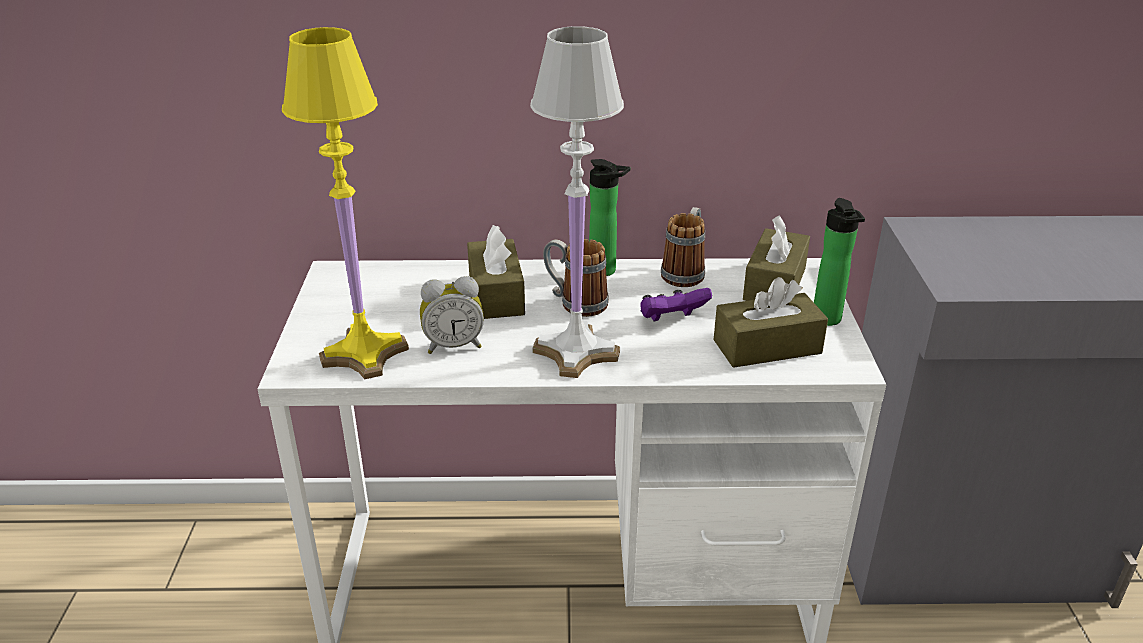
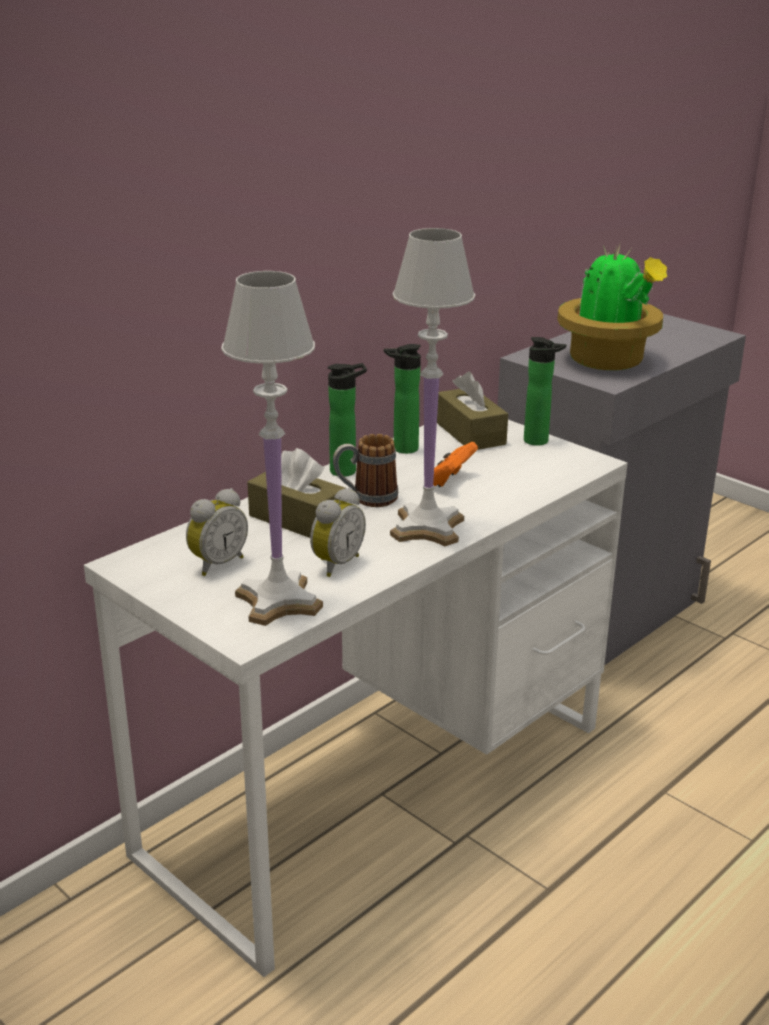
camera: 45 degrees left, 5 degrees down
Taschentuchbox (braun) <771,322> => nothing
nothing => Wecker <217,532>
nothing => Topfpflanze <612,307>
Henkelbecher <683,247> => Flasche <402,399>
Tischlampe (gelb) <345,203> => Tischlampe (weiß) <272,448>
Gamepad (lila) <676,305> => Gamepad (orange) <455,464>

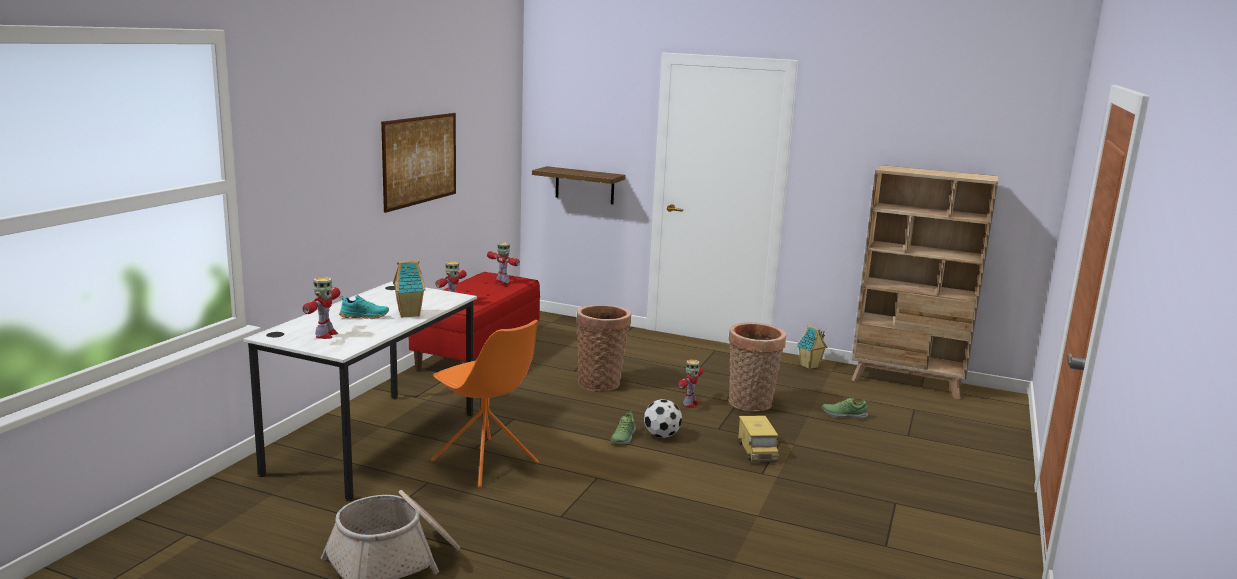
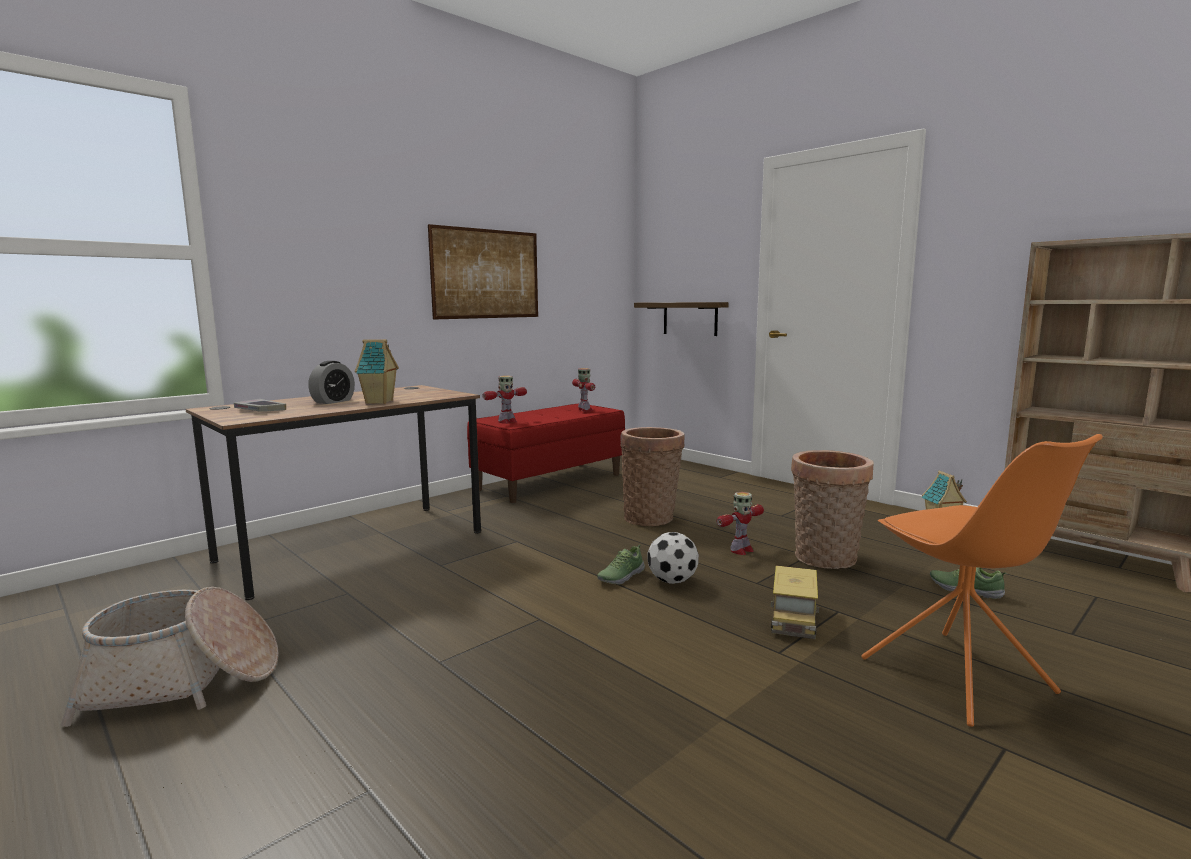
camera: 25 degrees right, 5 degrees down
Stuhl (orange) <484,404> => Stuhl (orange) <982,580>, moved
Spielzeugroboter <321,308> => Buch <260,405>
Schuh (türkis) <364,307> => Wecker <331,382>
Schreibtisch (weiß) <360,391> => Schreibtisch (braun) <333,492>

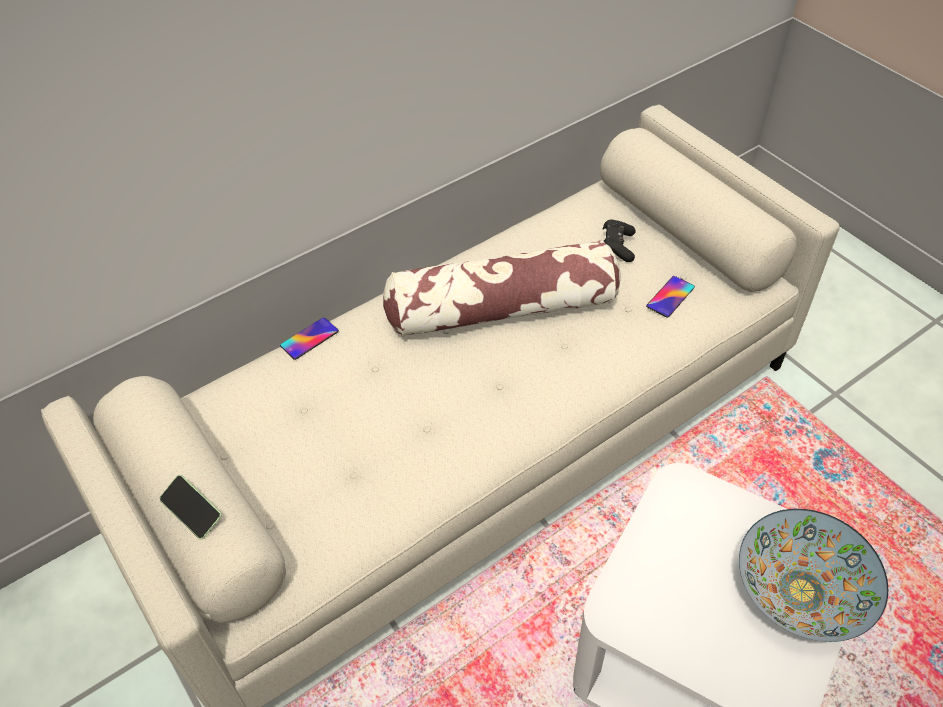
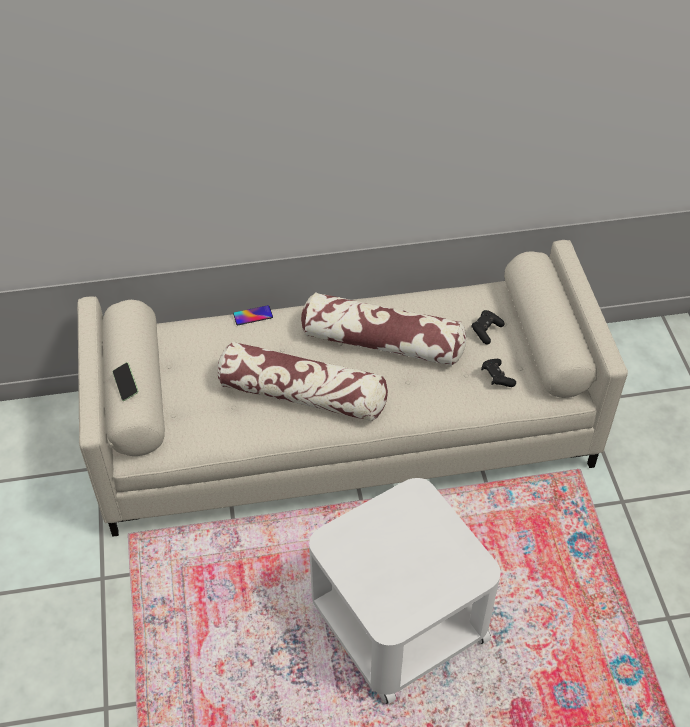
camera: 25 degrees right, 0 degrees up
Schüssel <813,575> => nothing
nothing => Kissen <302,381>
Handy <670,297> => Gamepad (schwarz) <498,373>

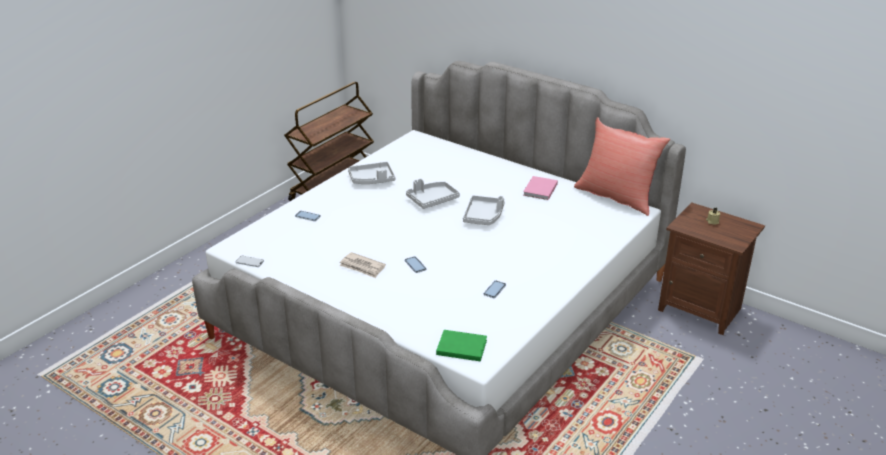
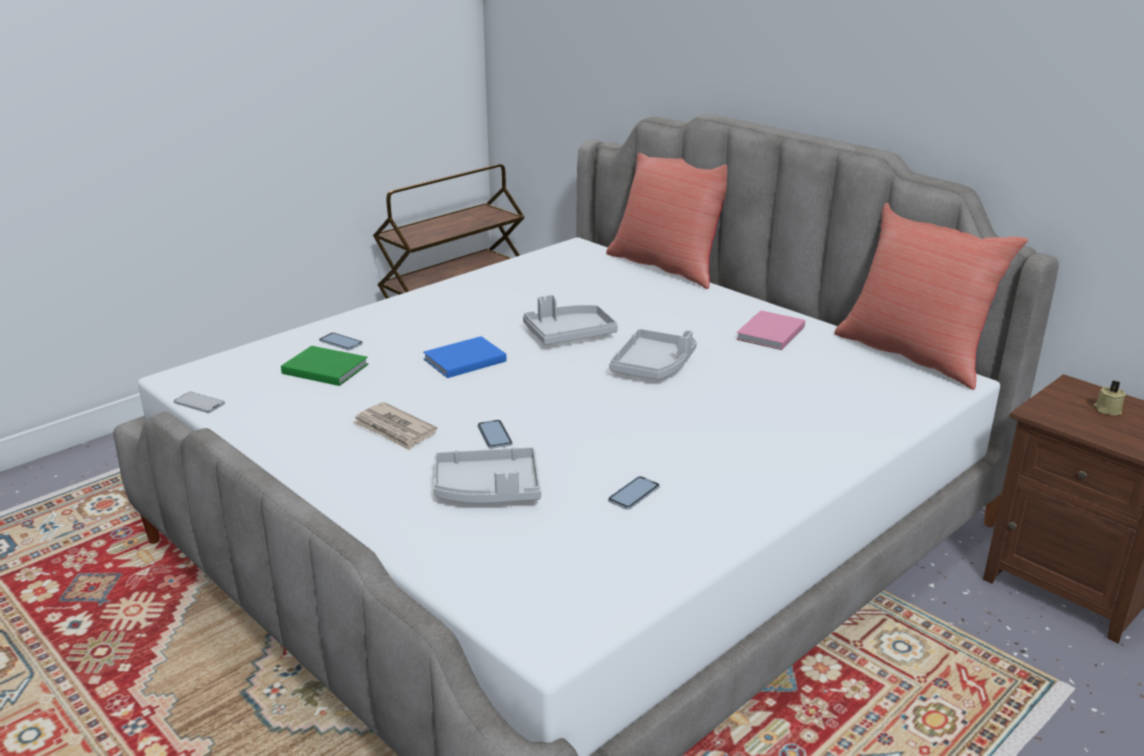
camera: 10 degrees right, 5 degrees down
nothing => Buch (blau) <465,357>
nothing => Kissen (rot) <666,220>
Tablett (grau) <371,173> => Tablett (grau) <487,475>, moved
Buch (grün) <461,346> => Buch (grün) <324,366>, moved

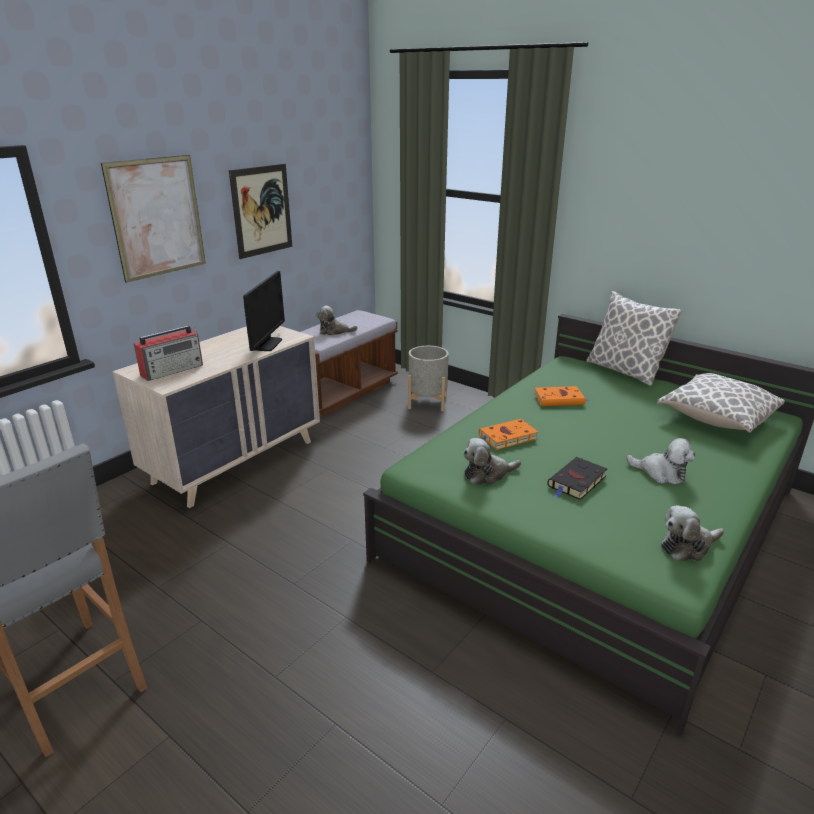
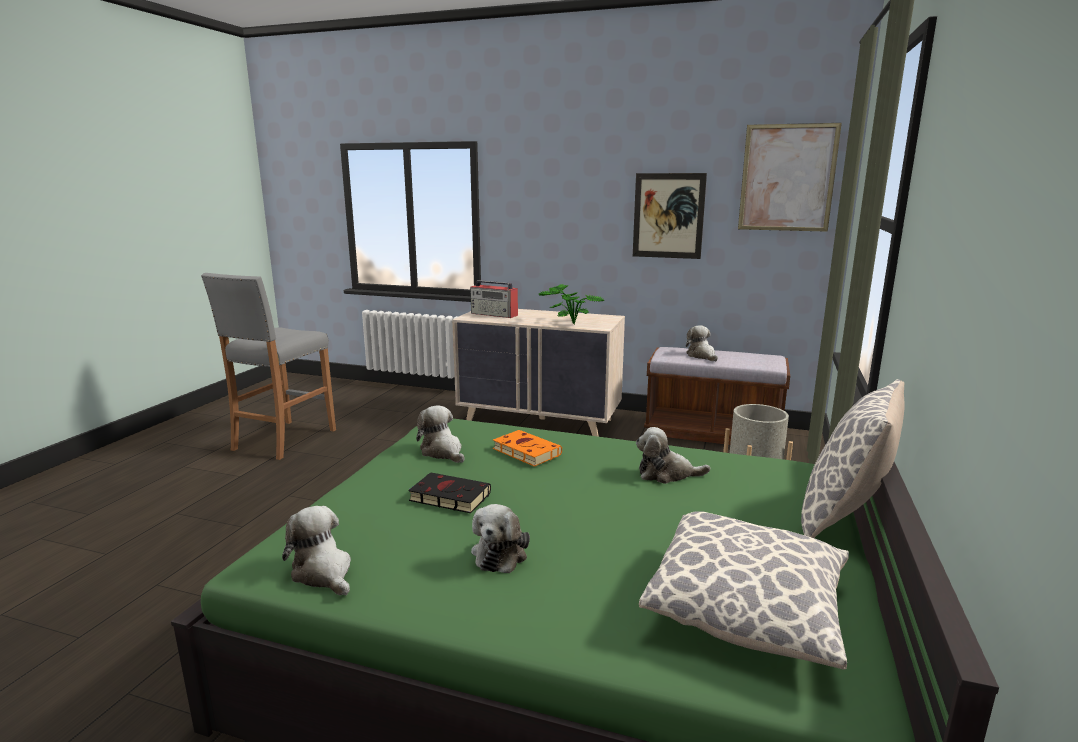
camera: 70 degrees right, 10 degrees down
Bild <153,219> => Bild <790,177>, moved
Monitor <264,311> => Topfpflanze <571,304>
Buch (orange) <562,396> => Plüschtier <673,455>

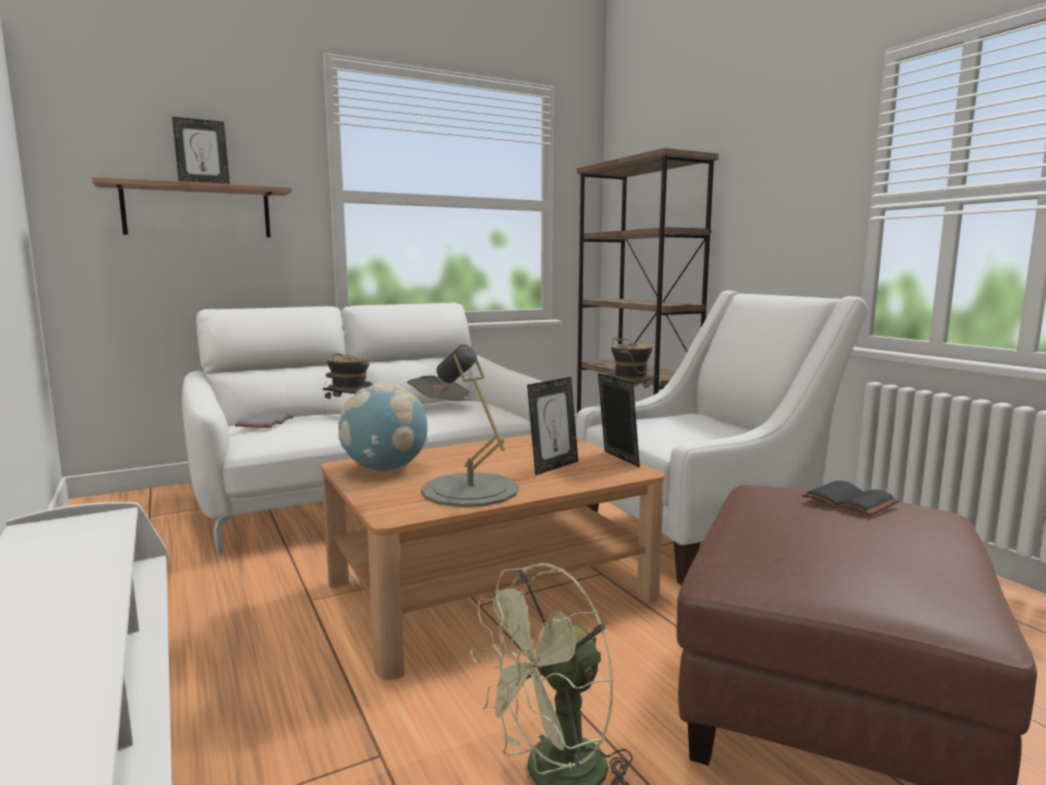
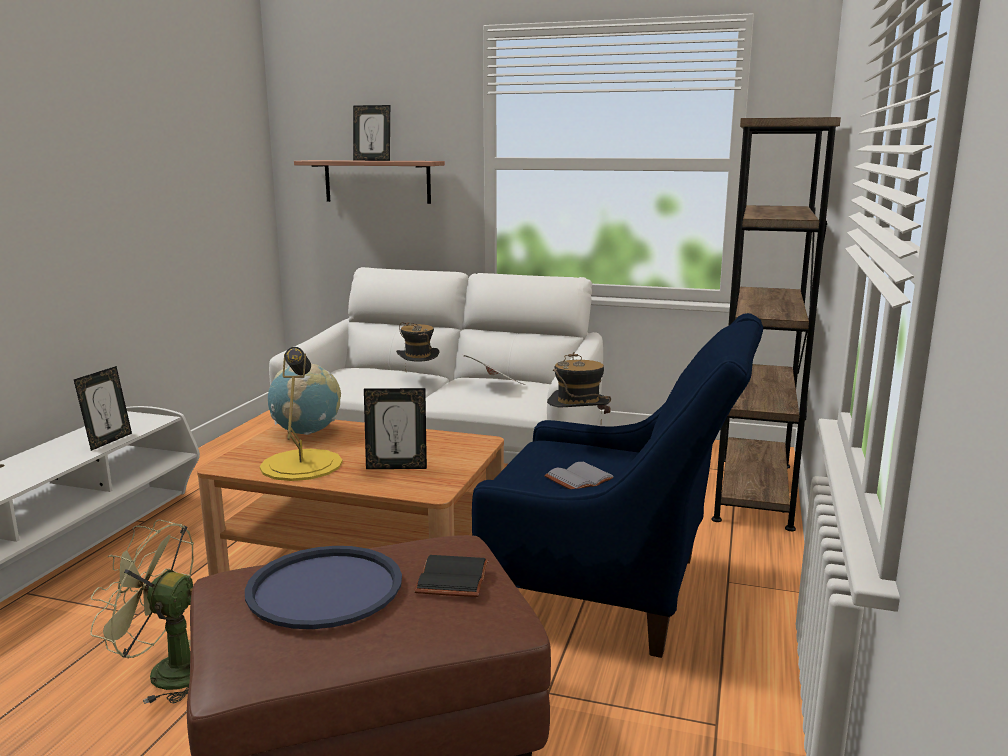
camera: 45 degrees right, 5 degrees up
nothing => Tablett (blau) <323,587>
Buch (grau) <264,420> => Buch (grau) <579,475>, moved
Bilderrahmen <619,420> => Bilderrahmen <103,408>, moved
Tischlampe (grau) <470,426> => Tischlampe (gelb) <301,414>
Sessel (weiß) <722,438> => Sessel (blau) <617,485>

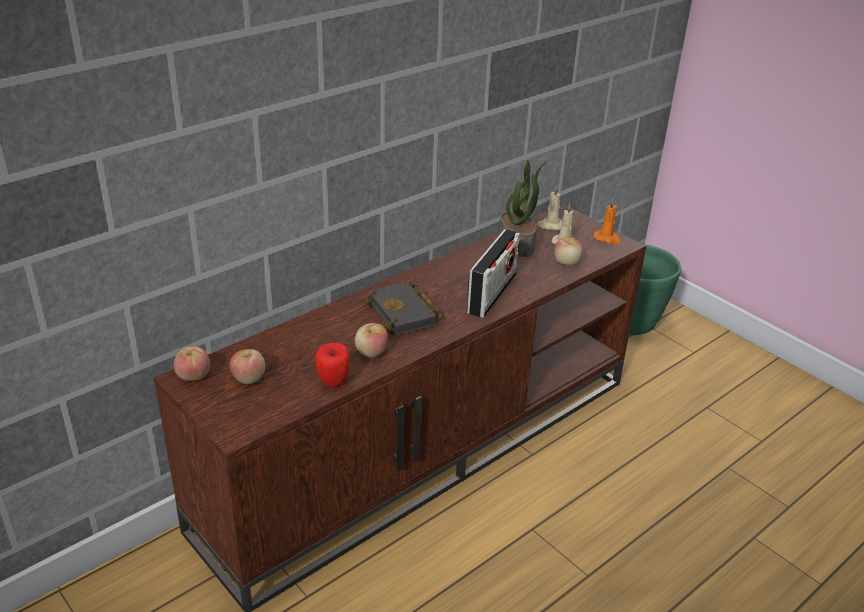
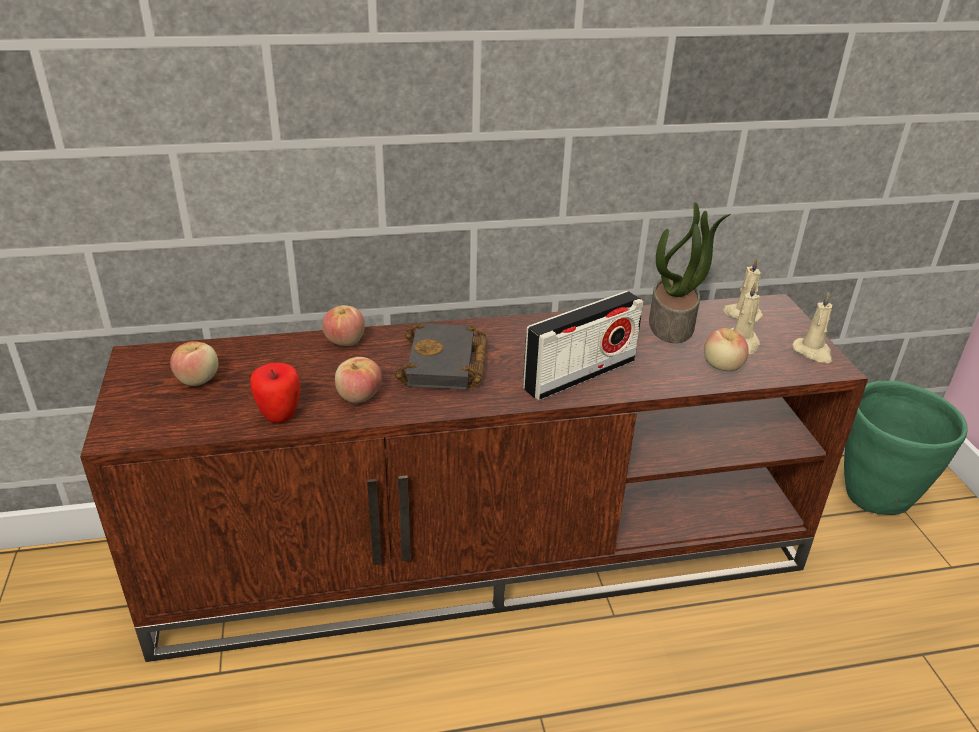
camera: 30 degrees right, 0 degrees up
Apfel <192,363> => Apfel <343,325>, moved
Kerze (orange) <607,221> => Kerze (beige) <812,327>

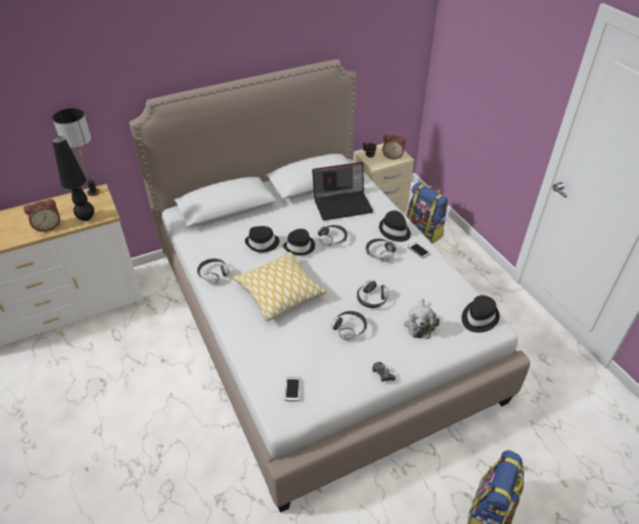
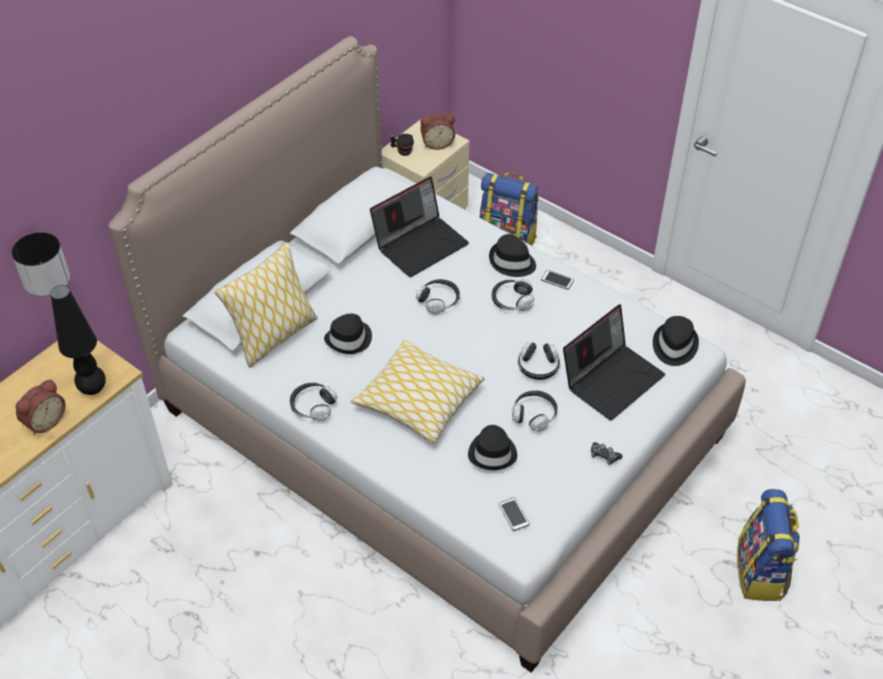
camera: 25 degrees left, 5 degrees up
nothing => Kissen <266,304>
Hut (schwarz) <299,242> => Hut (schwarz) <492,447>, moved
Plüschtier <422,319> => Laptop <614,362>

